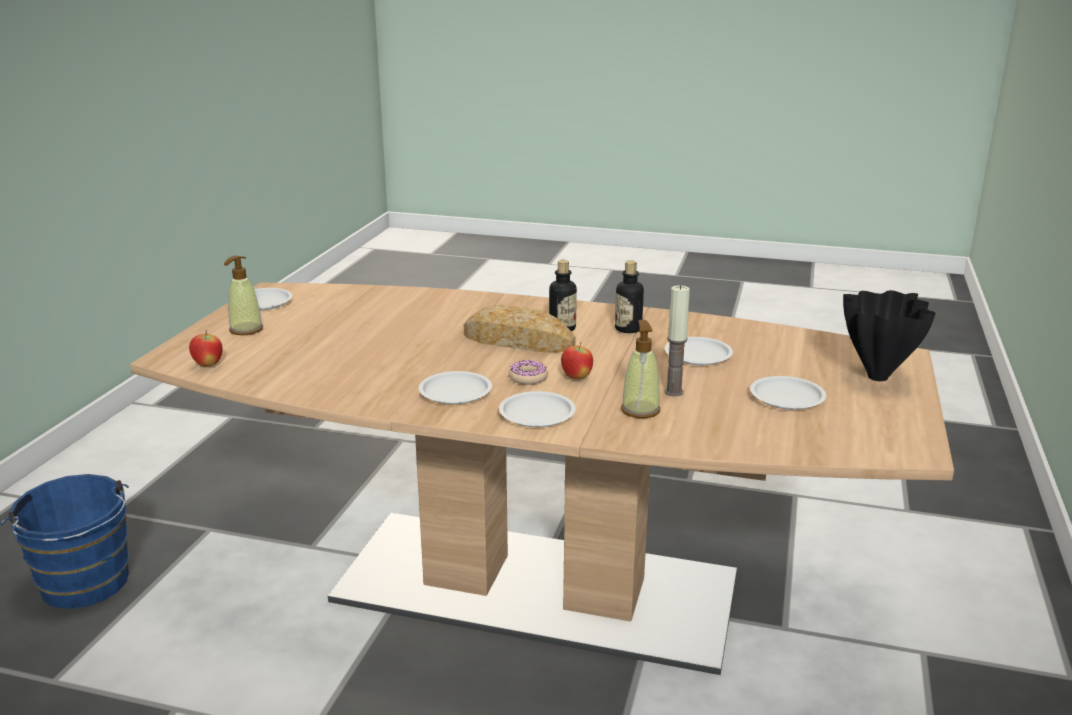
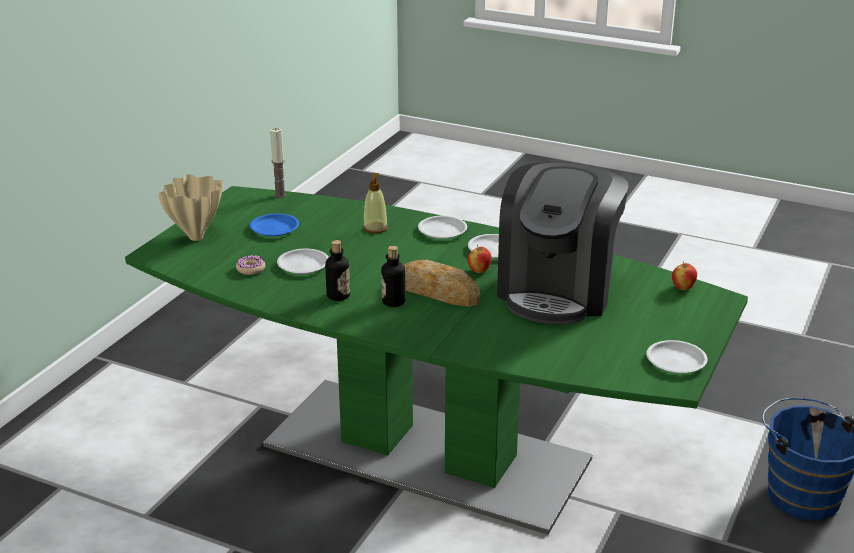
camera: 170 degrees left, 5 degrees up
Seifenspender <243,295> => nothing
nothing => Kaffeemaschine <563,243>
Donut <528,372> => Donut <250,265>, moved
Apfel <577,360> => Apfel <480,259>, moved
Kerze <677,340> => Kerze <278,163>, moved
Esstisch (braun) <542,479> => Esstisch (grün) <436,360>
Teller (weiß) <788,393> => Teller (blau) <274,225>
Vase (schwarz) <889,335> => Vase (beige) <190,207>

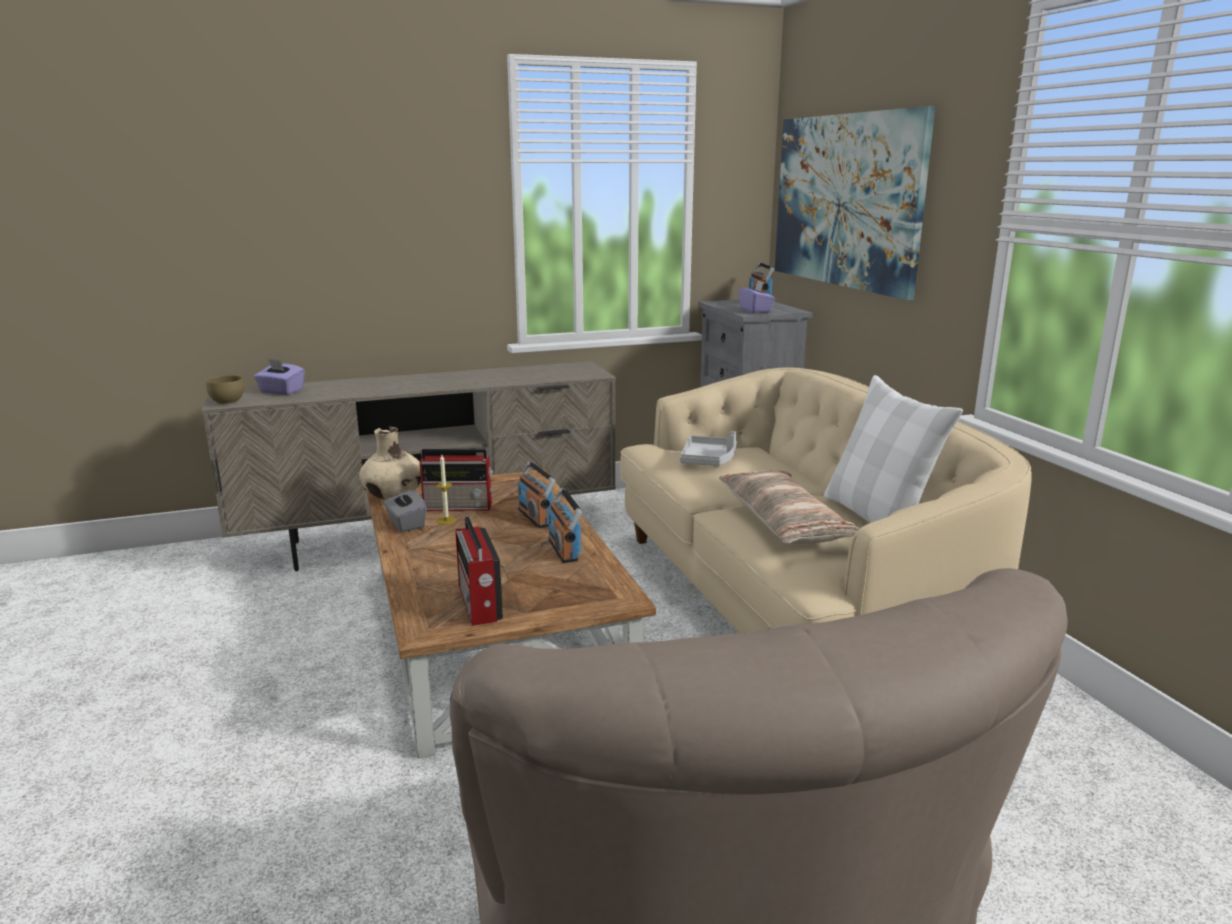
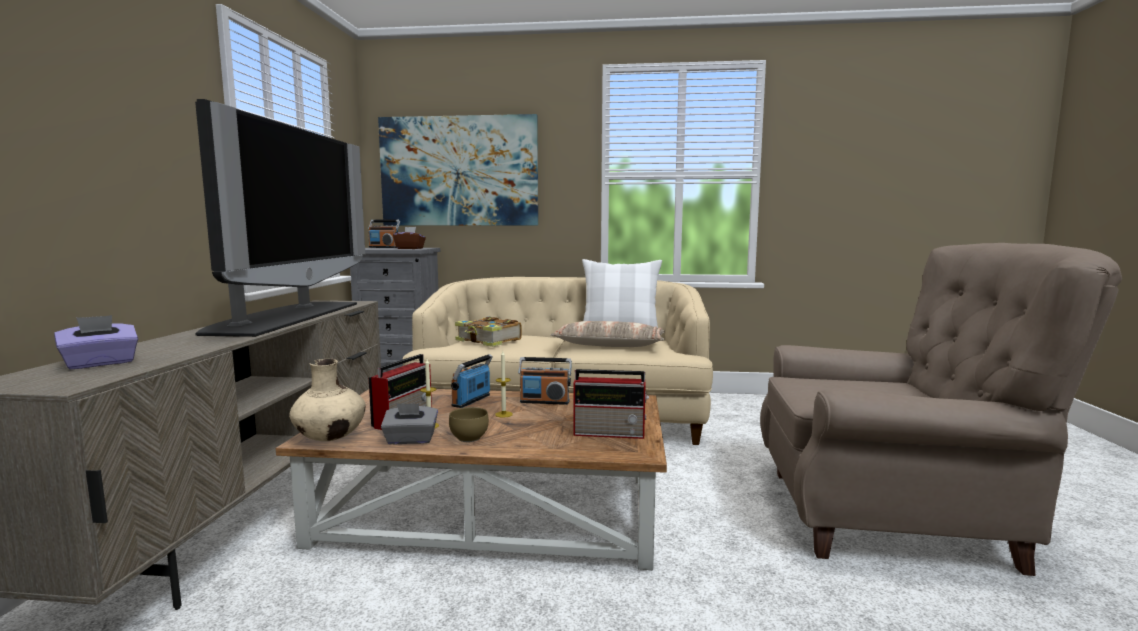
camera: 65 degrees left, 10 degrees down
nothing => Fernseher <280,218>
nothing => Kerze <504,384>
Schüssel (braun) <225,389> => Schüssel (braun) <469,424>, moved
Tablett (grau) <708,448> => Buch <488,332>
Taschentuchbox (lila) <757,296> => Taschentuchbox (braun) <409,238>
Radio <536,494> => Radio <472,381>, 120 degrees clockwise

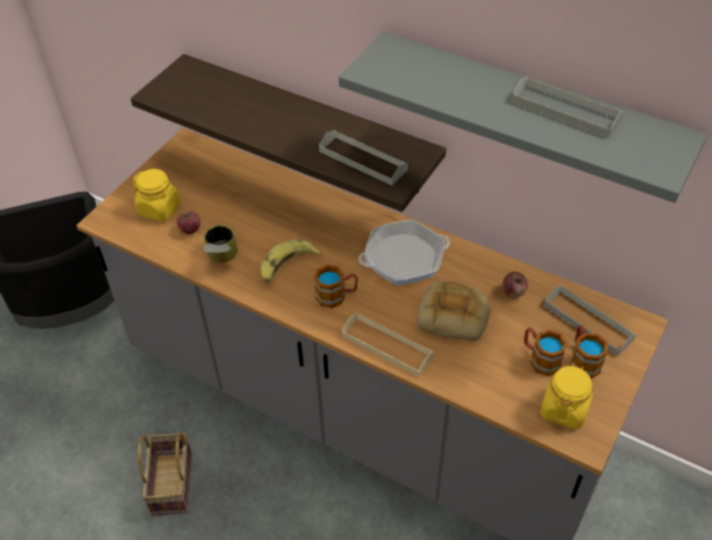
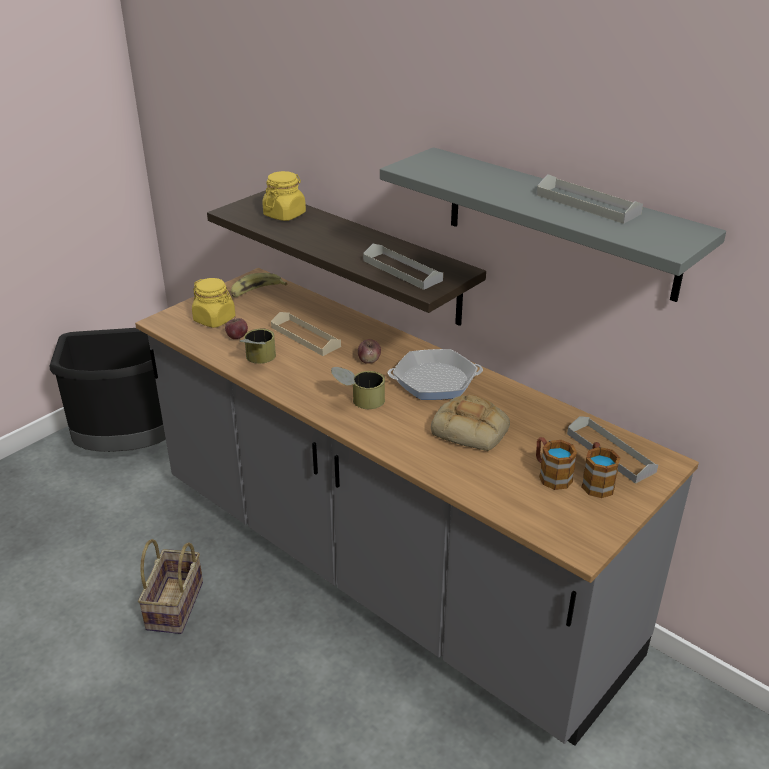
camera: 10 degrees right, 15 degrees down
Banane <291,261> => Banane <259,285>, moved
Tablett (beige) <388,344> => Tablett (beige) <306,334>, moved
Apfel <515,285> => Apfel <369,351>, moved
Vorratsglas (gelb) <566,396> => Vorratsglas (gelb) <284,196>, moved
Henkelbecher <336,286> => Dose <358,388>

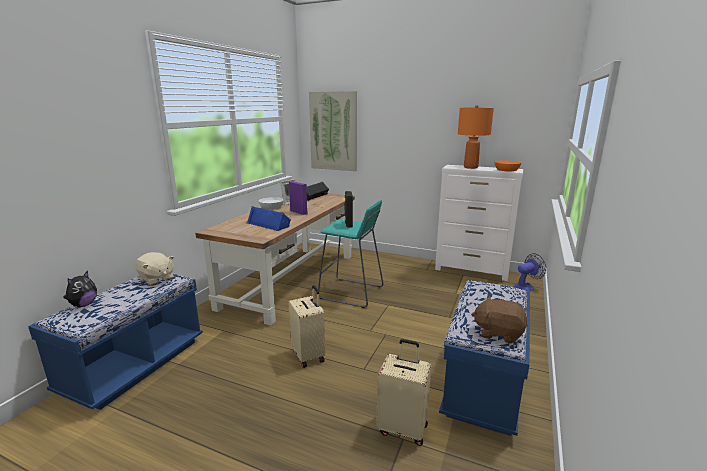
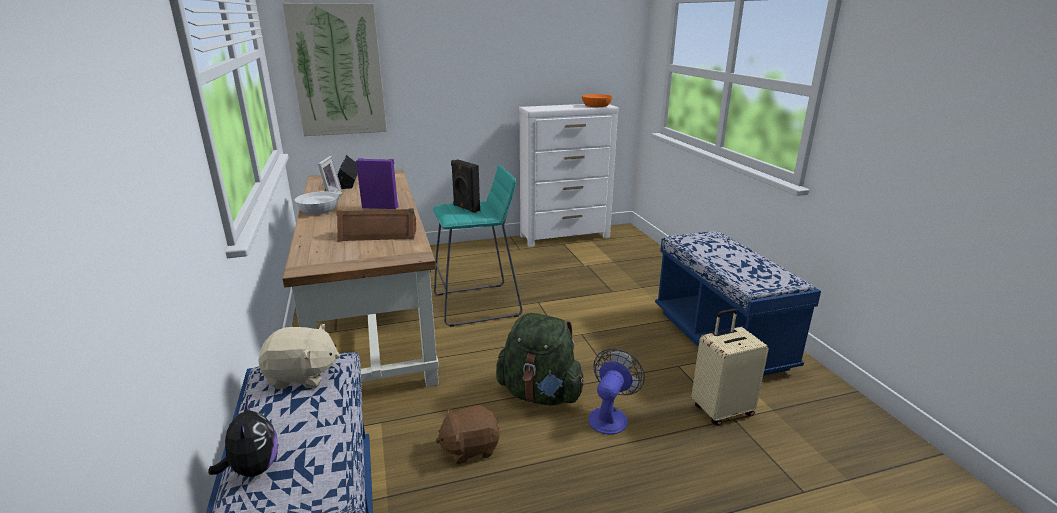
camera: 40 degrees left, 5 degrees up
Tischlampe (orange) <476,137> => nothing
Plüschtier (braun) <499,319> => Plüschtier (braun) <467,434>, moved
Ventilator <529,272> => Ventilator <617,391>, moved
Koffer (beige) <306,326> => Rucksack (grün) <540,359>
Lautsprecher (blau) <269,218> => Lautsprecher (braun) <376,224>

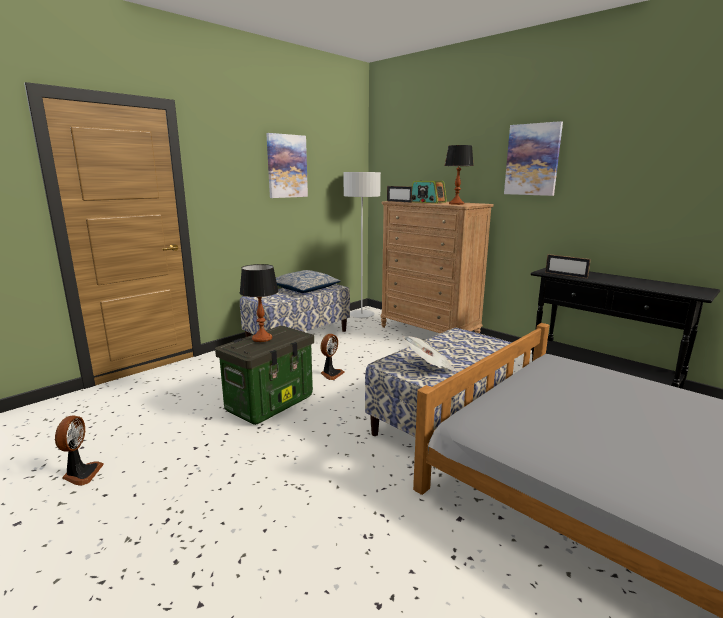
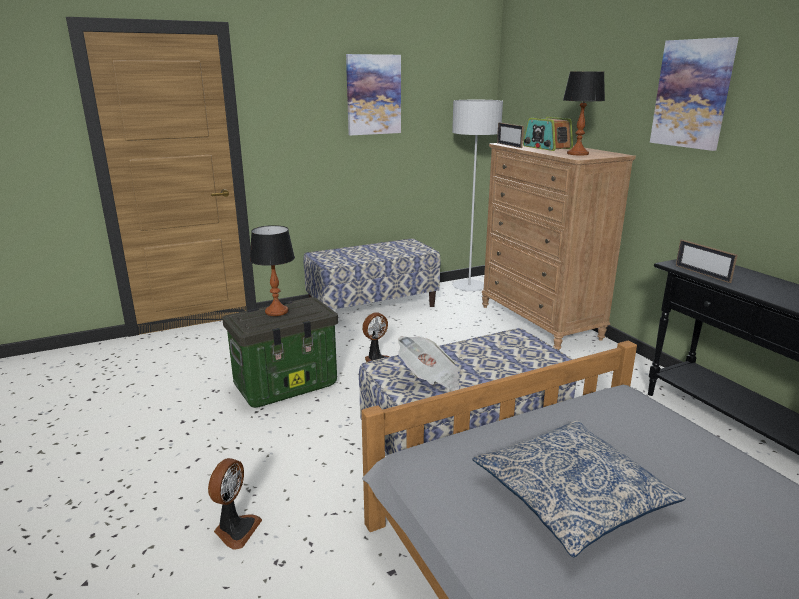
camera: 20 degrees right, 5 degrees up
Ventilator <79,451> => Ventilator <235,504>, moved
Kissen <308,281> => Kissen <579,489>, moved

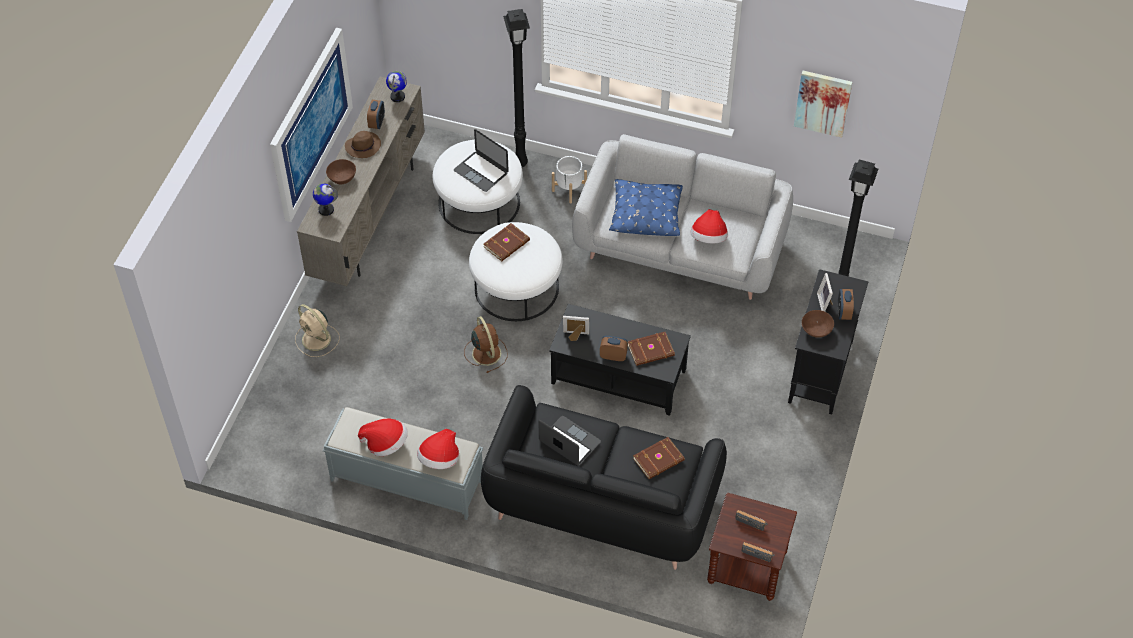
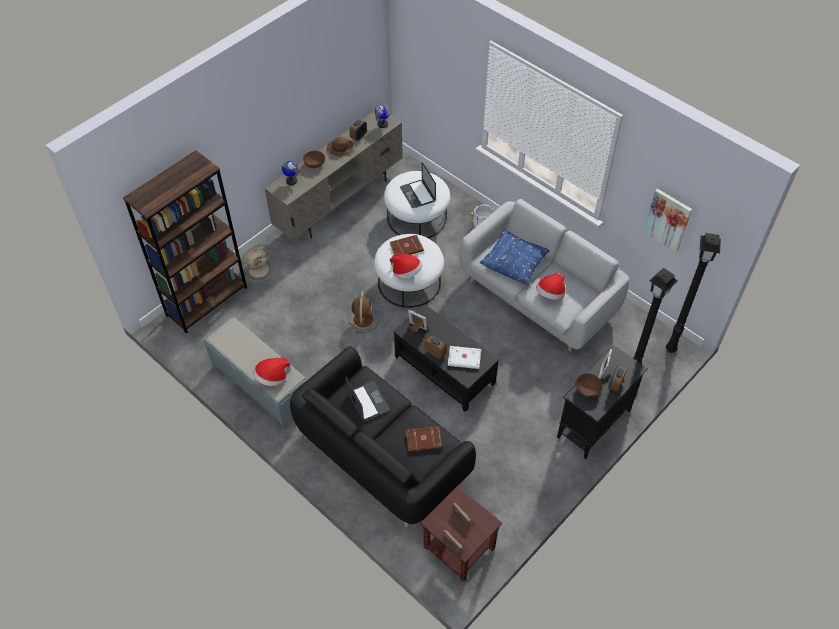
camera: 25 degrees right, 0 degrees up
Bild <311,125> => nothing
nothing => Bücherregal (braun) <185,242>
Hut <383,437> => Hut <406,266>, moved
Stehlampe (schwarz) <516,88> => Stehlampe (schwarz) <693,293>, moved
Buch (braun) <651,349> => Buch (weiß) <464,357>
Ventilator (beige) <317,330> => Ventilator (beige) <258,263>, 105 degrees counterclockwise

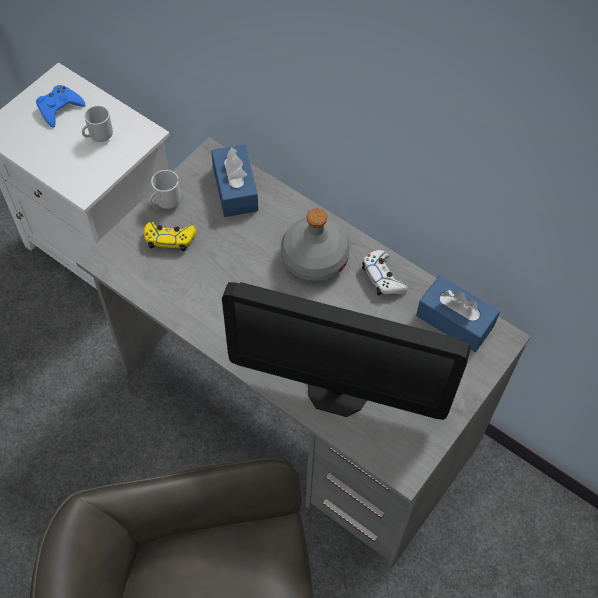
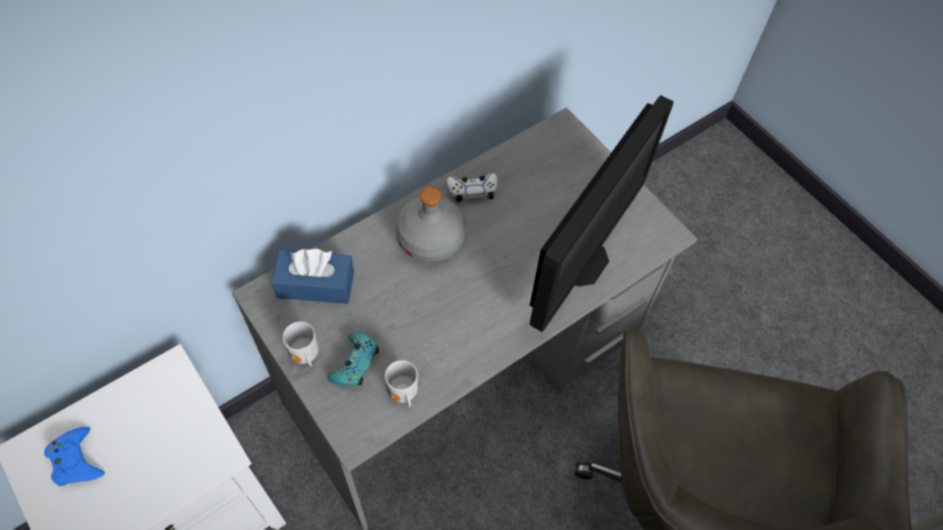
camera: 75 degrees left, 0 degrees up
Taschentuchbox (blau) <458,314> => nothing
Henkelbecher <97,124> => Henkelbecher <401,383>, moved
Gamepad (gelb) <170,236> => Gamepad (türkis) <353,359>

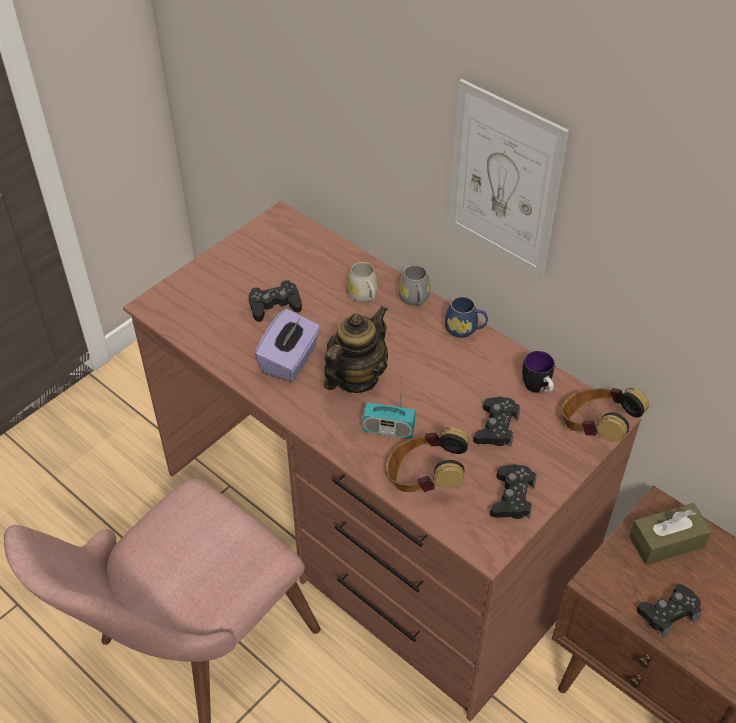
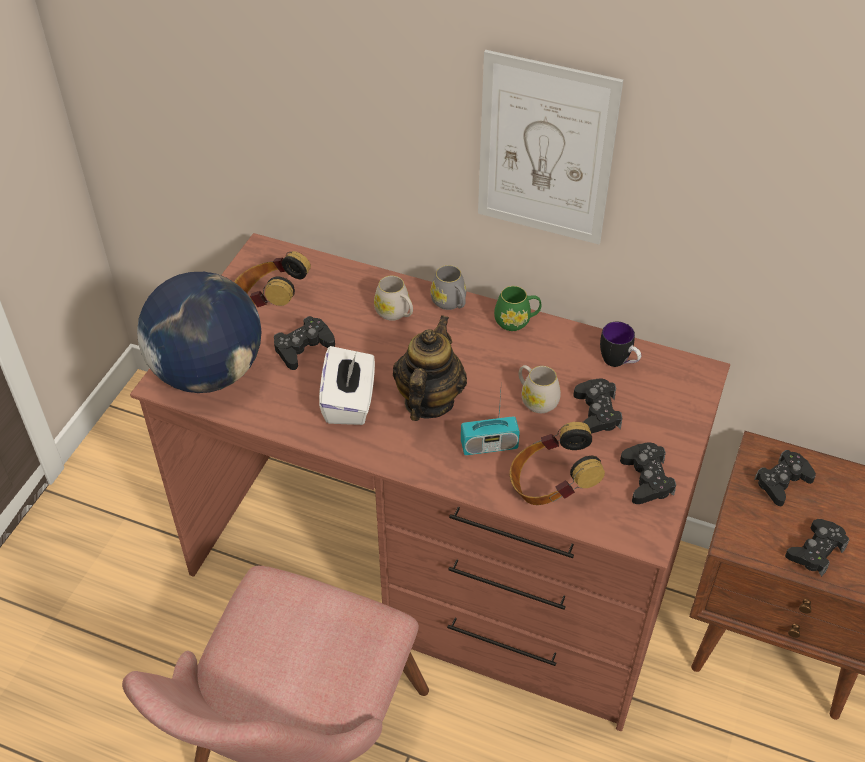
camera: 20 degrees left, 0 degrees up
nothing => Globus <199,332>
nothing => Henkelbecher (weiß) <540,389>
Kopfhörer <605,415> => Kopfhörer <272,279>, moved
Taschentuchbox (braun) <670,534> => Gamepad (schwarz) <785,478>
Taschentuchbox (lila) <287,345> => Taschentuchbox (weiß) <347,385>
Henkelbecher (blau) <466,317> => Henkelbecher (grün) <517,308>

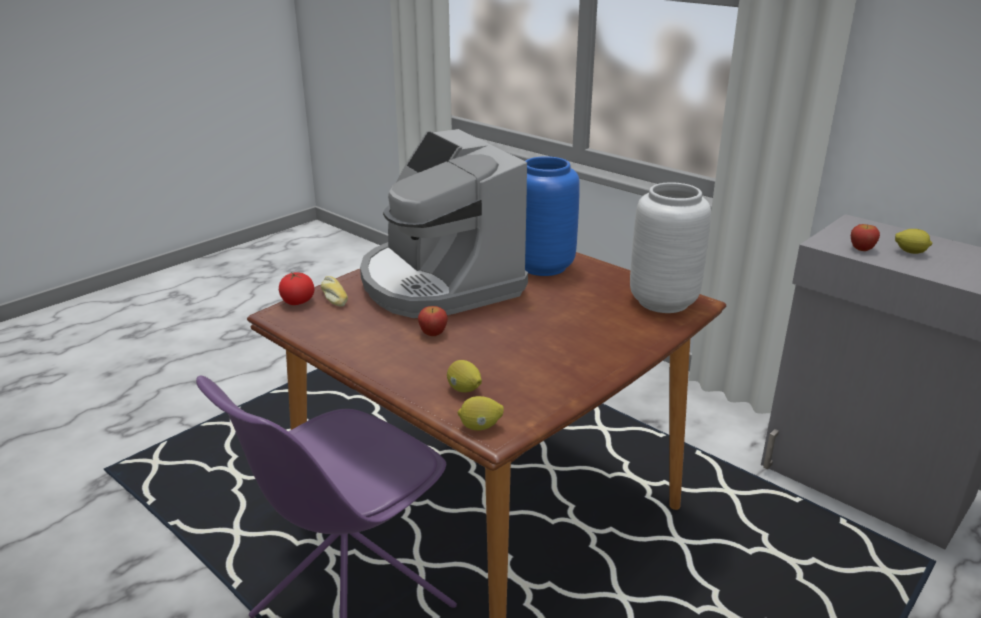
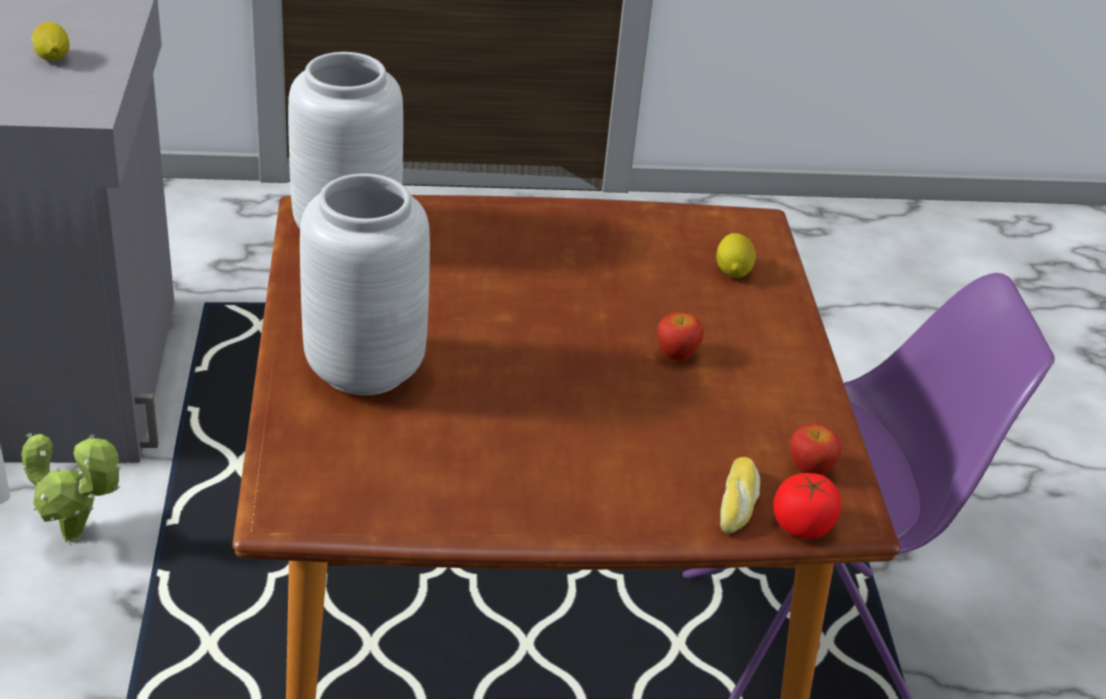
camera: 140 degrees left, 10 degrees up
Kaffeemaschine <444,223> => nothing
Zitrone <481,413> => nothing
nothing => Topfpflanze <71,488>
Apfel <865,237> => Apfel <815,449>, moved
Vase (blau) <552,216> => Vase (grau) <365,284>

